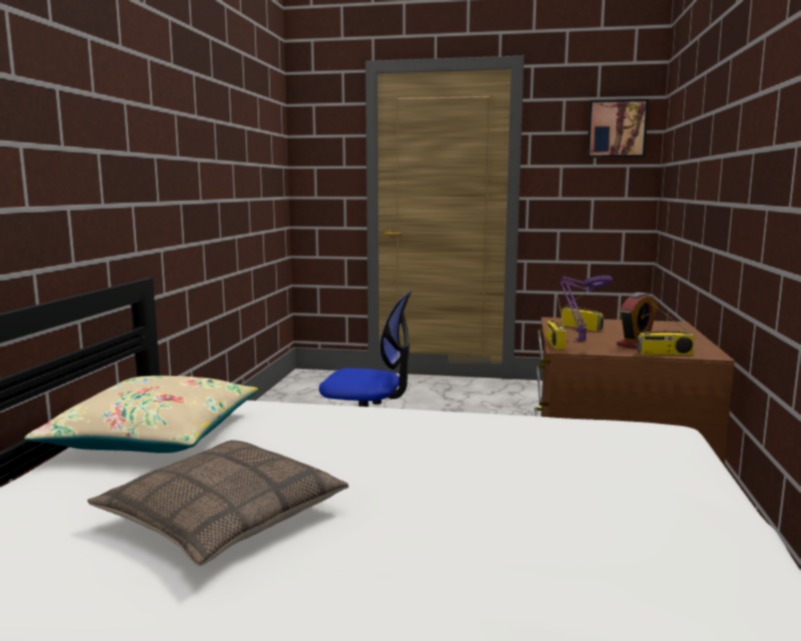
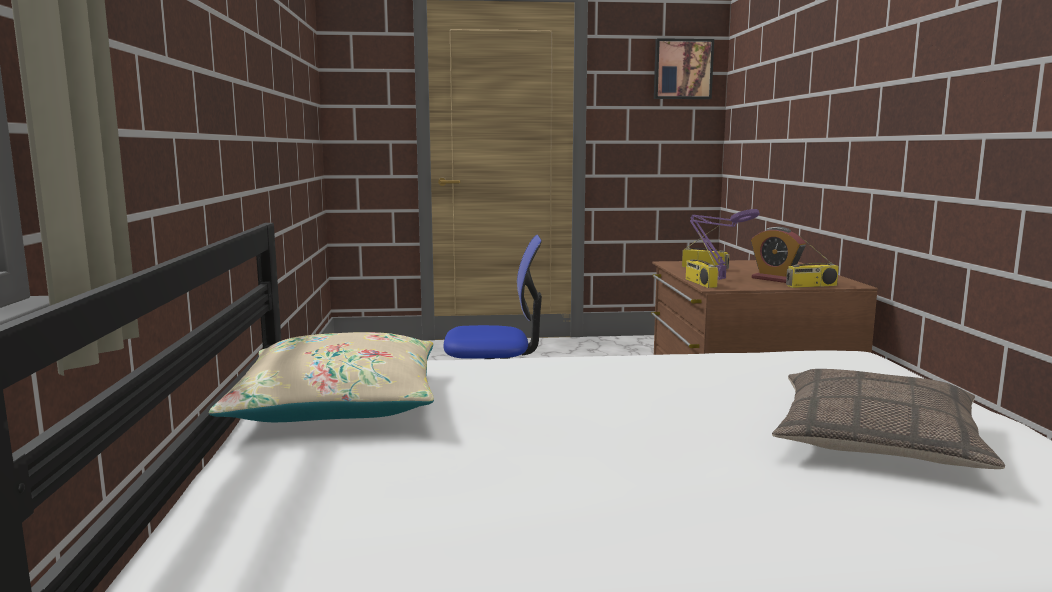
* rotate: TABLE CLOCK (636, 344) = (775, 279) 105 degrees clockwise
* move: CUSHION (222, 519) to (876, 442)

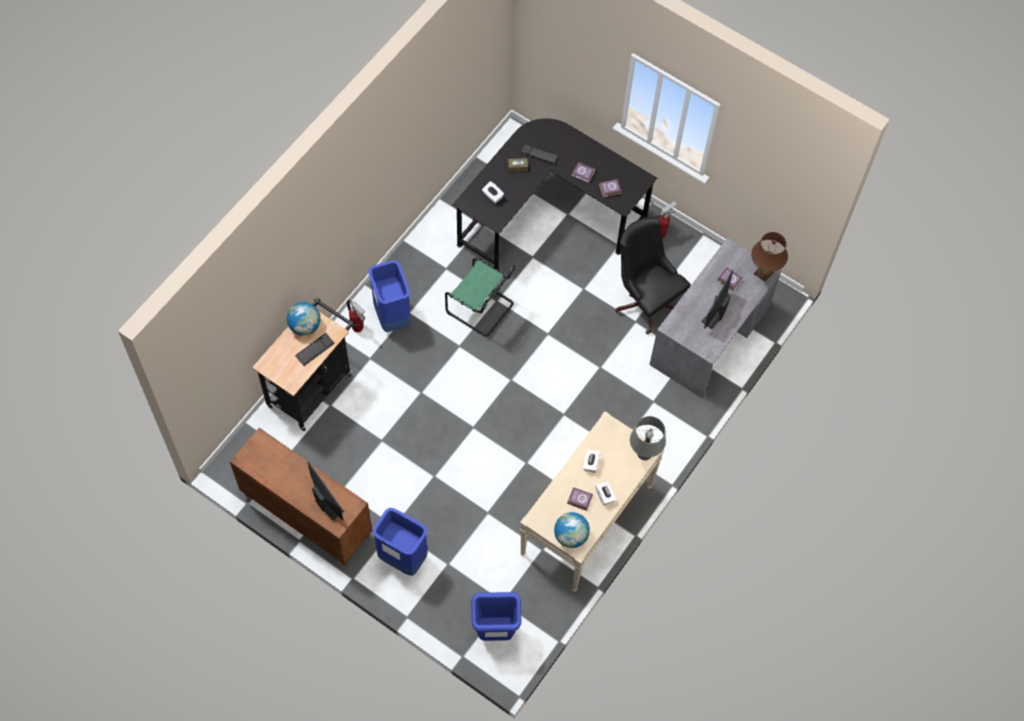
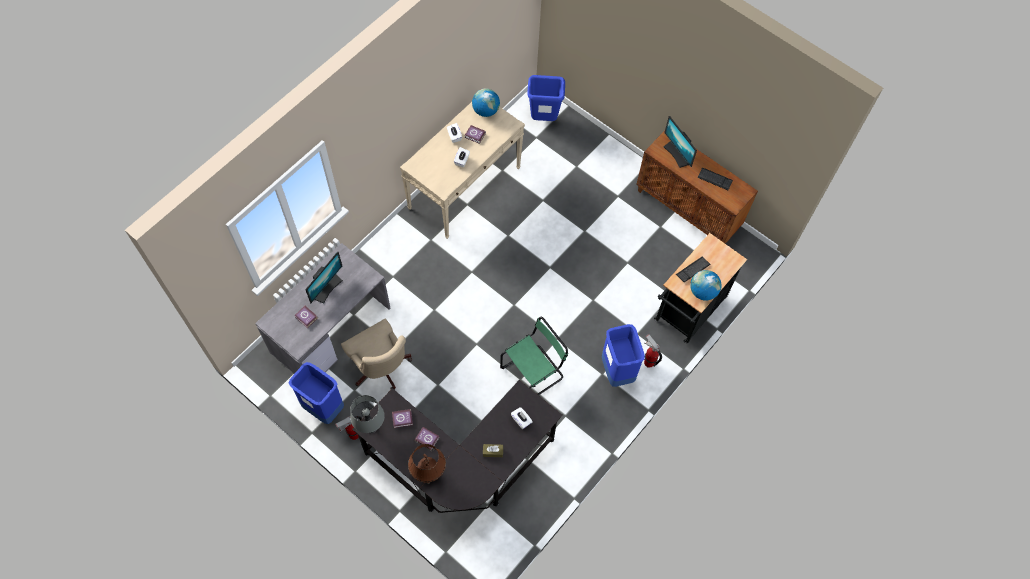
* move: BLUISH TRASH CAN (402, 558) to (323, 407)
* recolor: BLACK OFFICE CHAIR (645, 300) to SAND-COLOURED OFFICE CHAIR (381, 369)
* move: GREY TABLETOP LAMP (644, 453) to (370, 426)
* move: BROWN-COLOURED TABLETOP LAMP (763, 273) to (428, 474)
* rotate: GREEN-COLOURED UPRIGHT CHAIR (482, 309) = (534, 372) 105 degrees clockwise
* move: PC KEYBOARD (539, 154) to (715, 179)

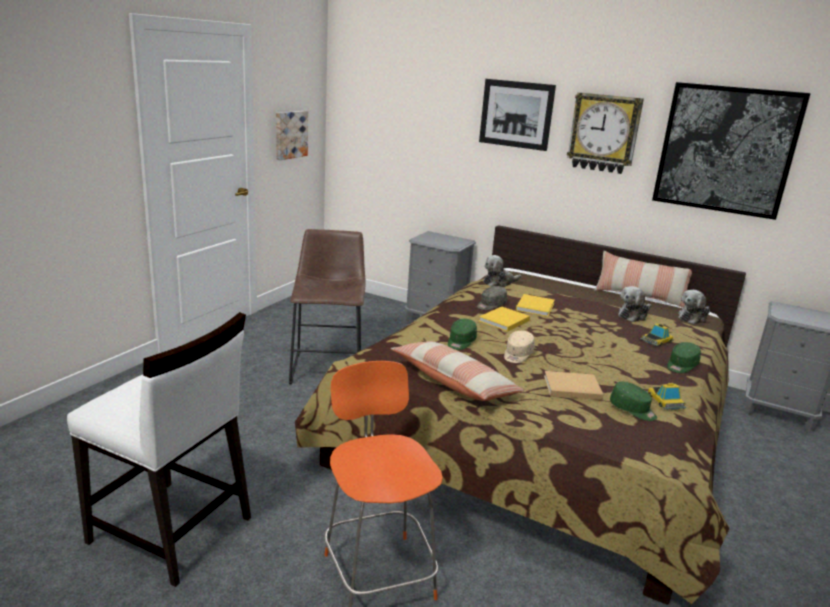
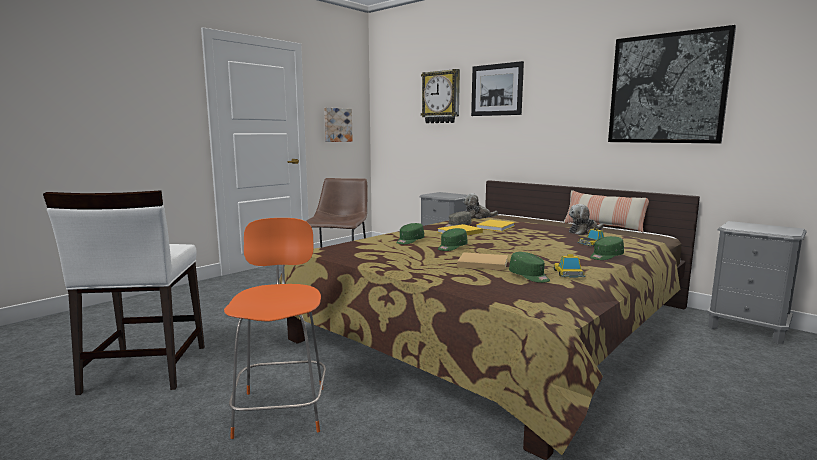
* rotate: WHITISH UPRIGHT CHAIR (171, 531) = (144, 369) 45 degrees clockwise
* move: HANGING CLOCK (604, 133) to (441, 97)
* recolor: SAND-COLOURED BASEBALL CAP (517, 355) to GREEN-COLOURED BASEBALL CAP (451, 247)
* delete: CUSHION (454, 382)
* delete: CUDDLY TOY (693, 318)

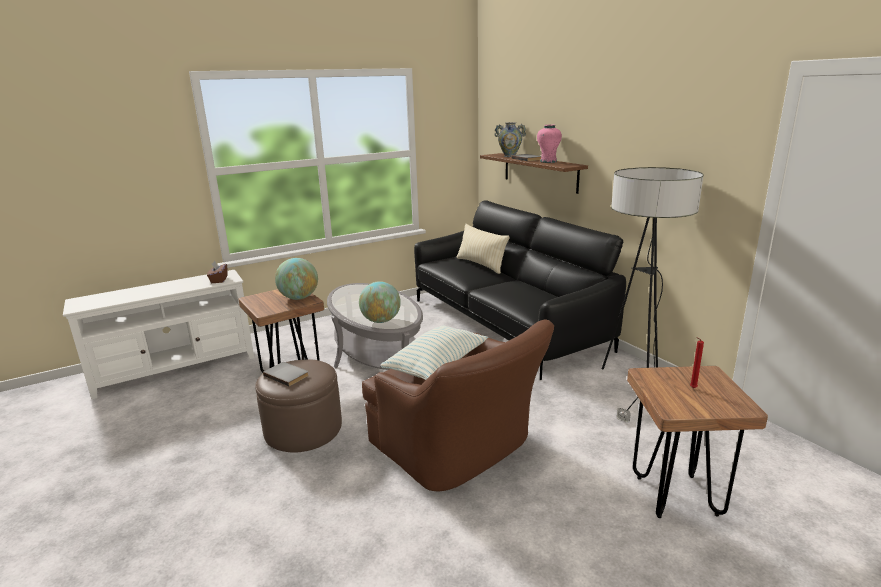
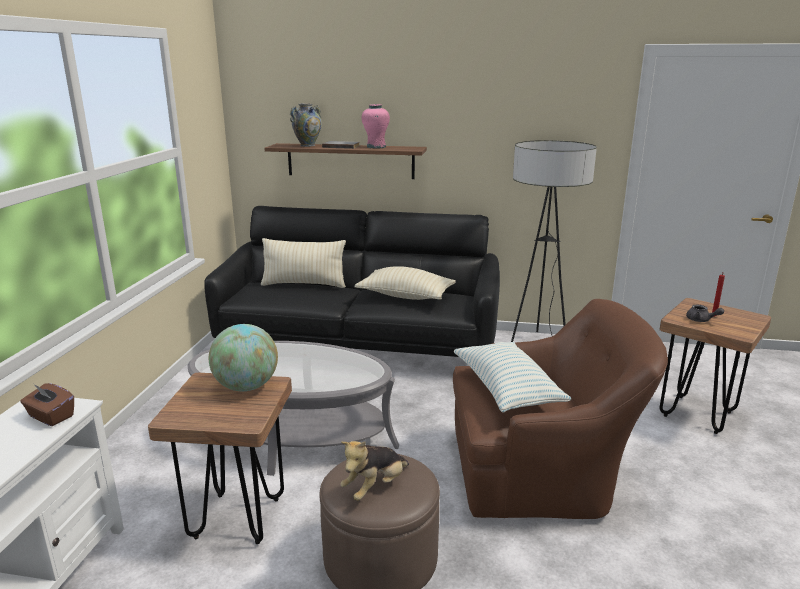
* replace: GREY VOLUME (287, 375) to CUDDLY TOY (375, 487)
* insert: SAND-COLOURED CUSHION (405, 296)
* insert: GREY TEAPOT (701, 320)
* delete: DESK GLOBE (381, 321)

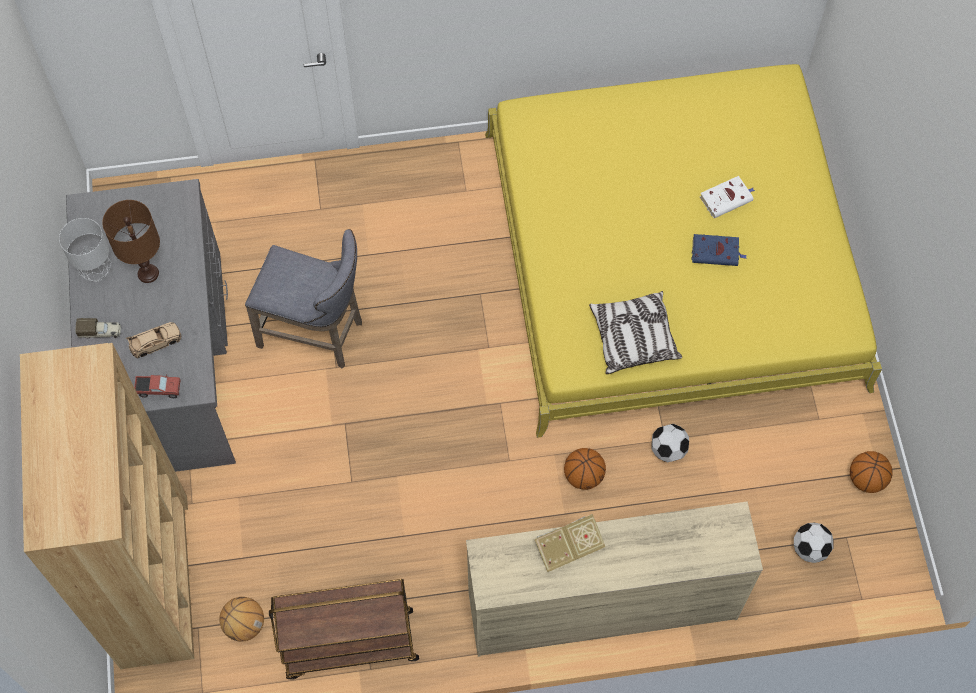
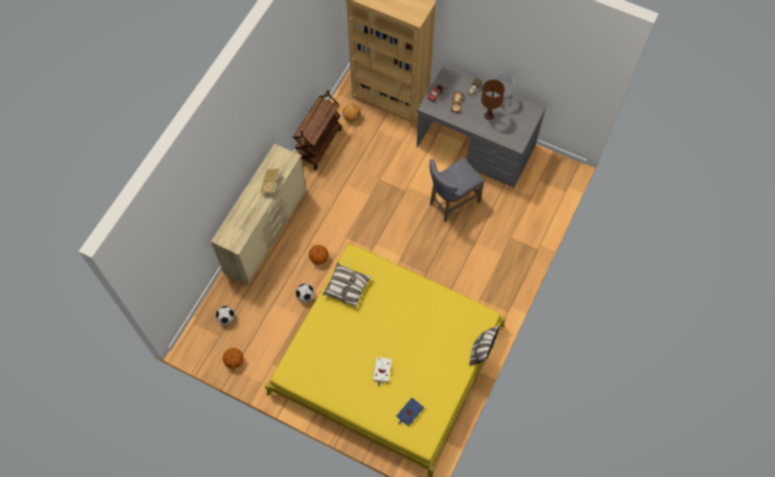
* move: BLUISH VOLUME (716, 252) to (409, 413)
* insert: CUSHION (481, 351)

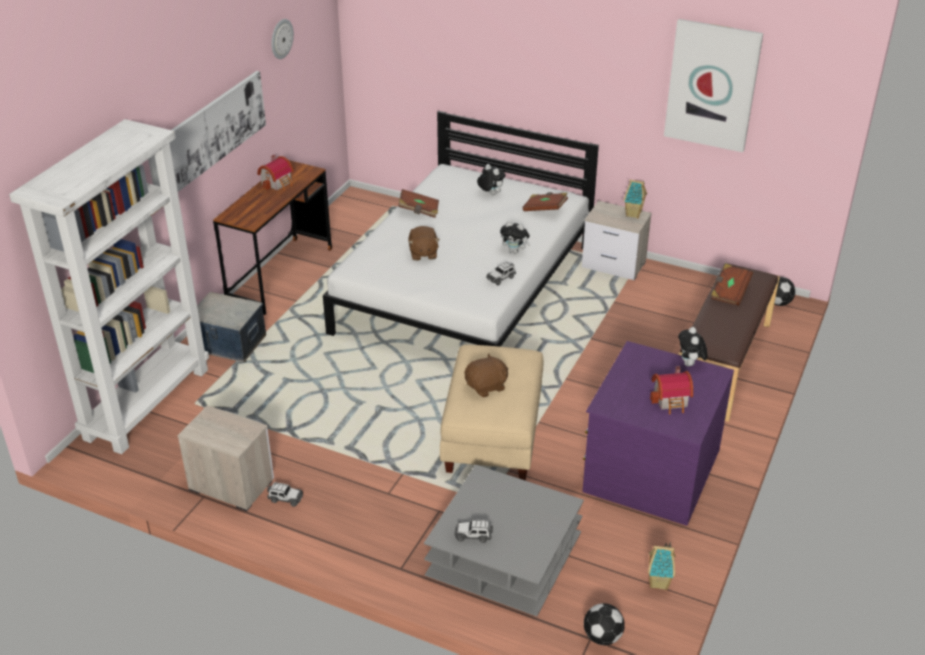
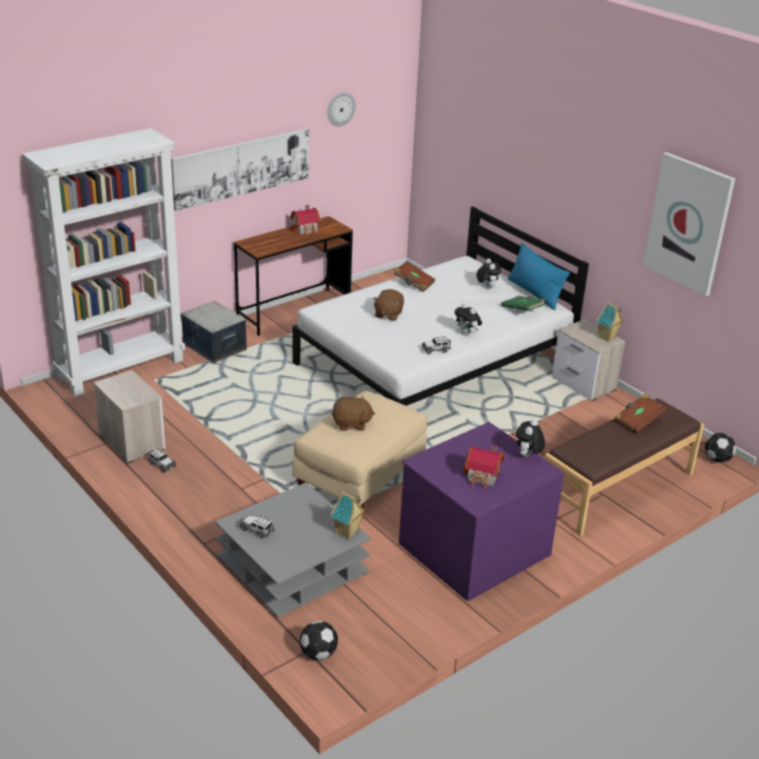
* move: MODEL HOUSE (659, 583) to (347, 533)
* recolor: BROWN-COLOURED VOLUME (545, 209) to GREEN-COLOURED VOLUME (522, 310)
* insert: BLUISH CUSHION (534, 293)

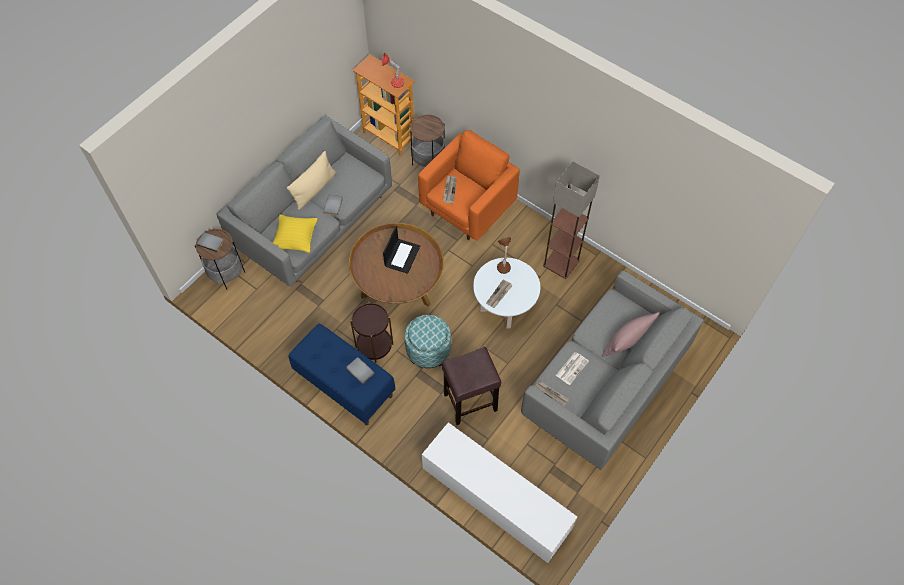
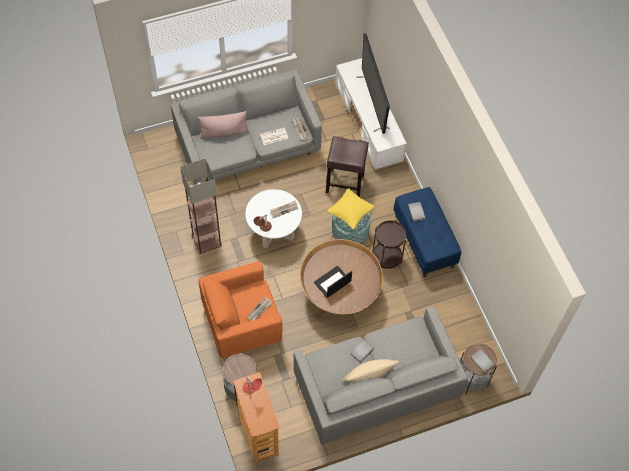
* move: YELLOW CUSHION (296, 239) to (350, 213)
* insert: TELEVISION (373, 102)

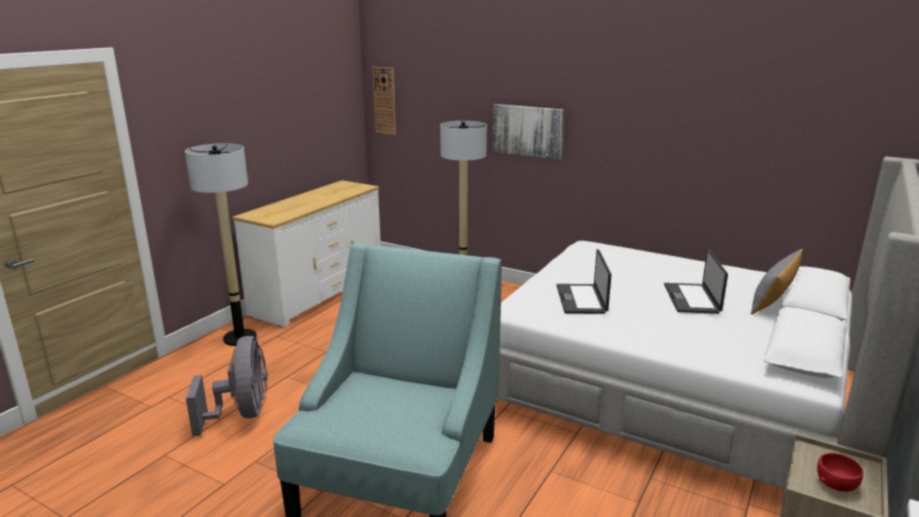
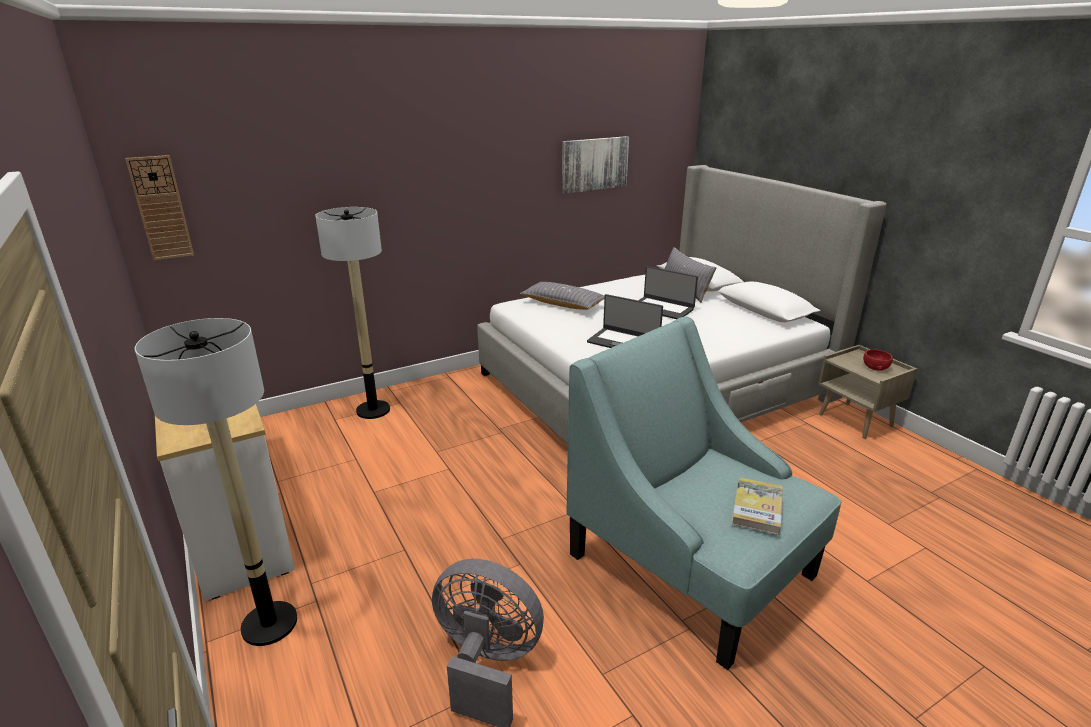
* insert: GREY CUSHION (563, 304)
* move: WALL ART (528, 131) to (594, 164)
* insert: VOLUME (757, 508)

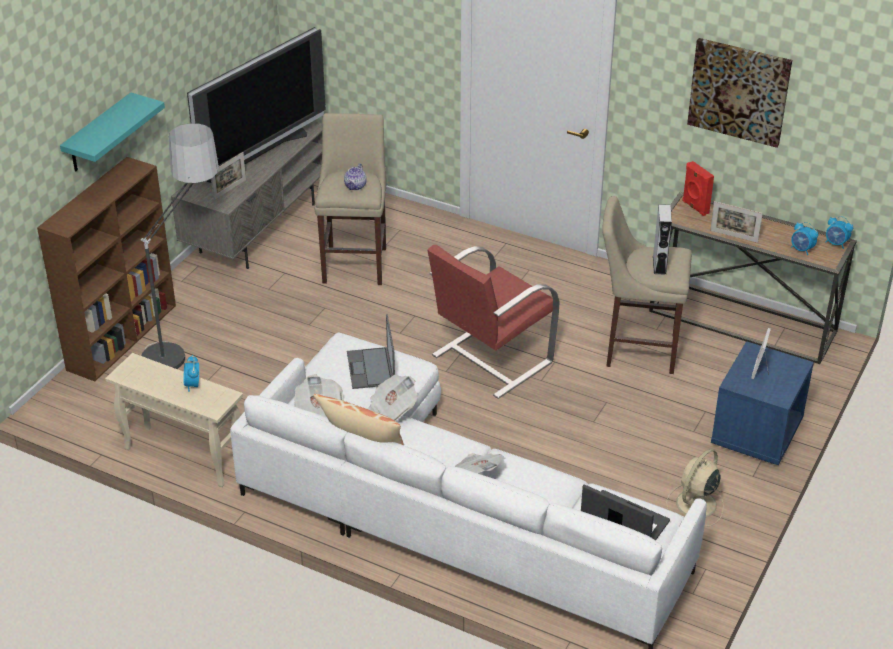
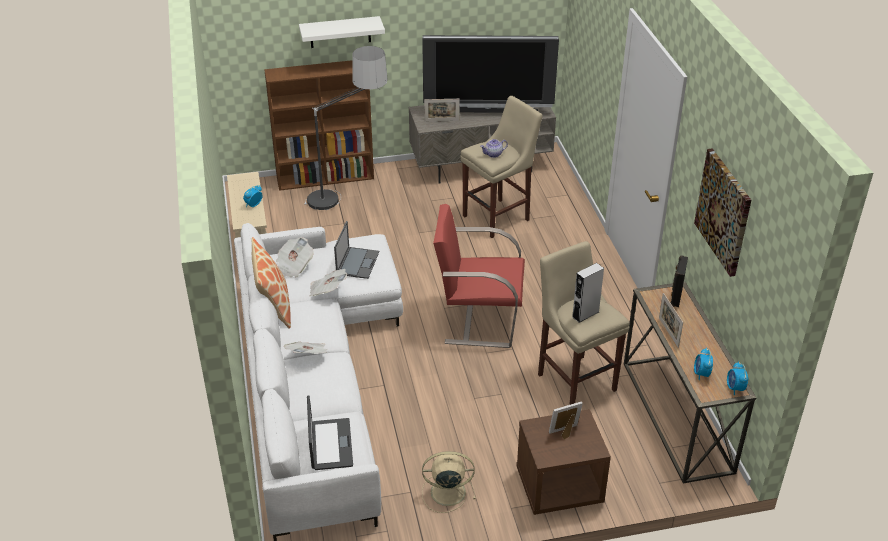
* recolor: TURQUOISE SHELF (98, 134) to WHITISH SHELF (340, 32)
* rotate: PORTABLE COMPUTER (371, 369) = (357, 262) 150 degrees clockwise
* recolor: BLUISH BEDSIDE TABLE (756, 434) to BROWN-COLOURED BEDSIDE TABLE (558, 487)
* recolor: REDDISH SPEAKER (694, 207) to BLACK SPEAKER (675, 297)

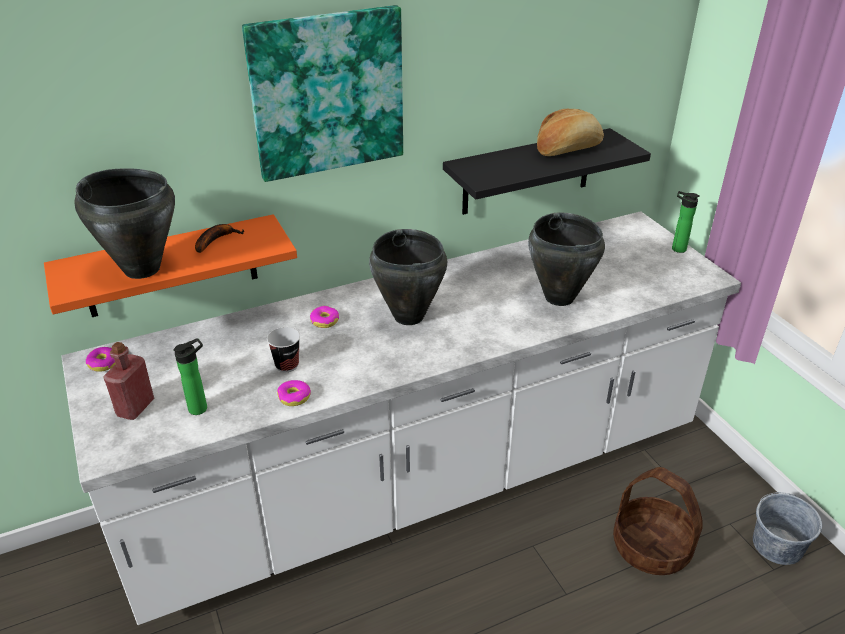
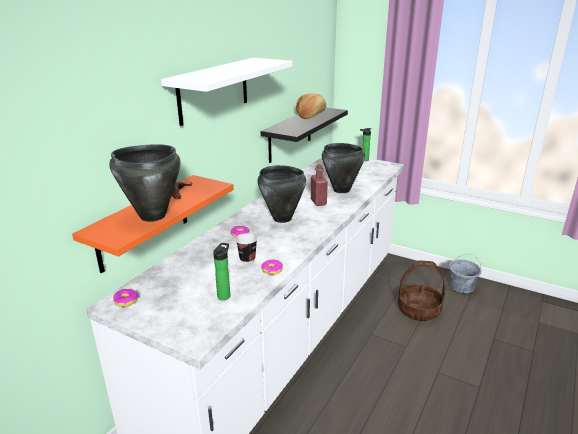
* replace: WALL ART (327, 93) to WHITISH SHELF (213, 90)
* move: REDDISH DRINK BOTTLE (135, 407) to (318, 202)

